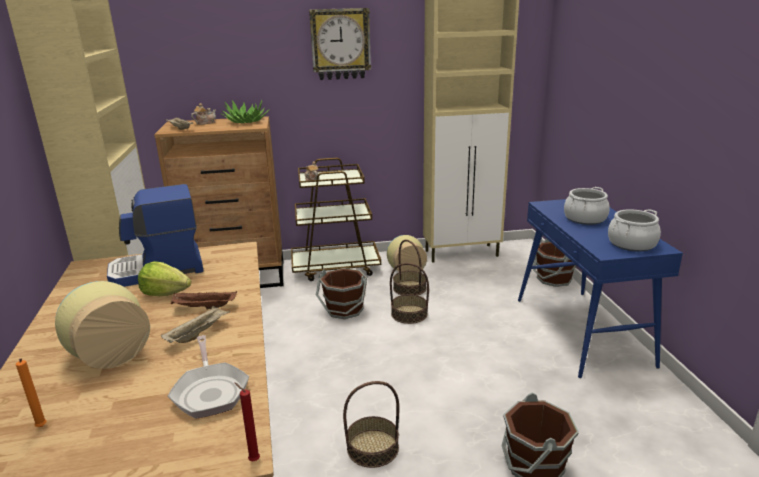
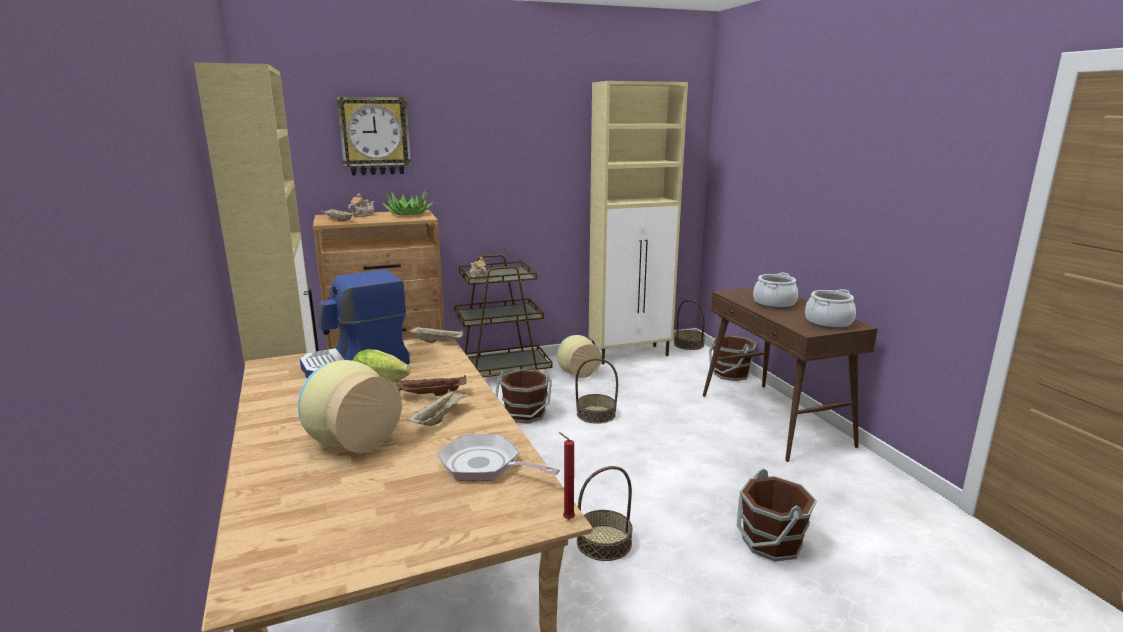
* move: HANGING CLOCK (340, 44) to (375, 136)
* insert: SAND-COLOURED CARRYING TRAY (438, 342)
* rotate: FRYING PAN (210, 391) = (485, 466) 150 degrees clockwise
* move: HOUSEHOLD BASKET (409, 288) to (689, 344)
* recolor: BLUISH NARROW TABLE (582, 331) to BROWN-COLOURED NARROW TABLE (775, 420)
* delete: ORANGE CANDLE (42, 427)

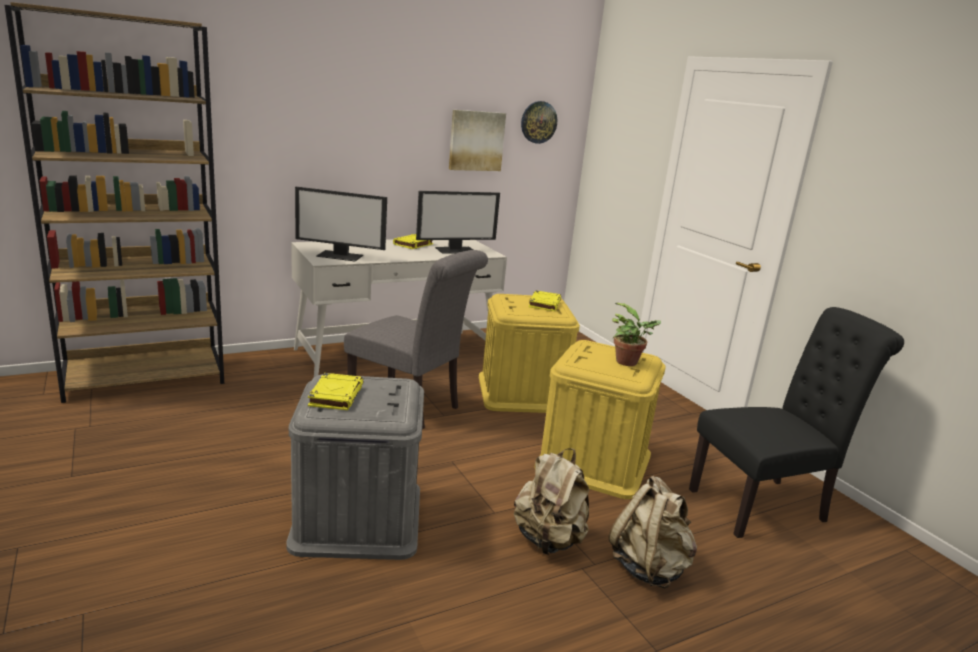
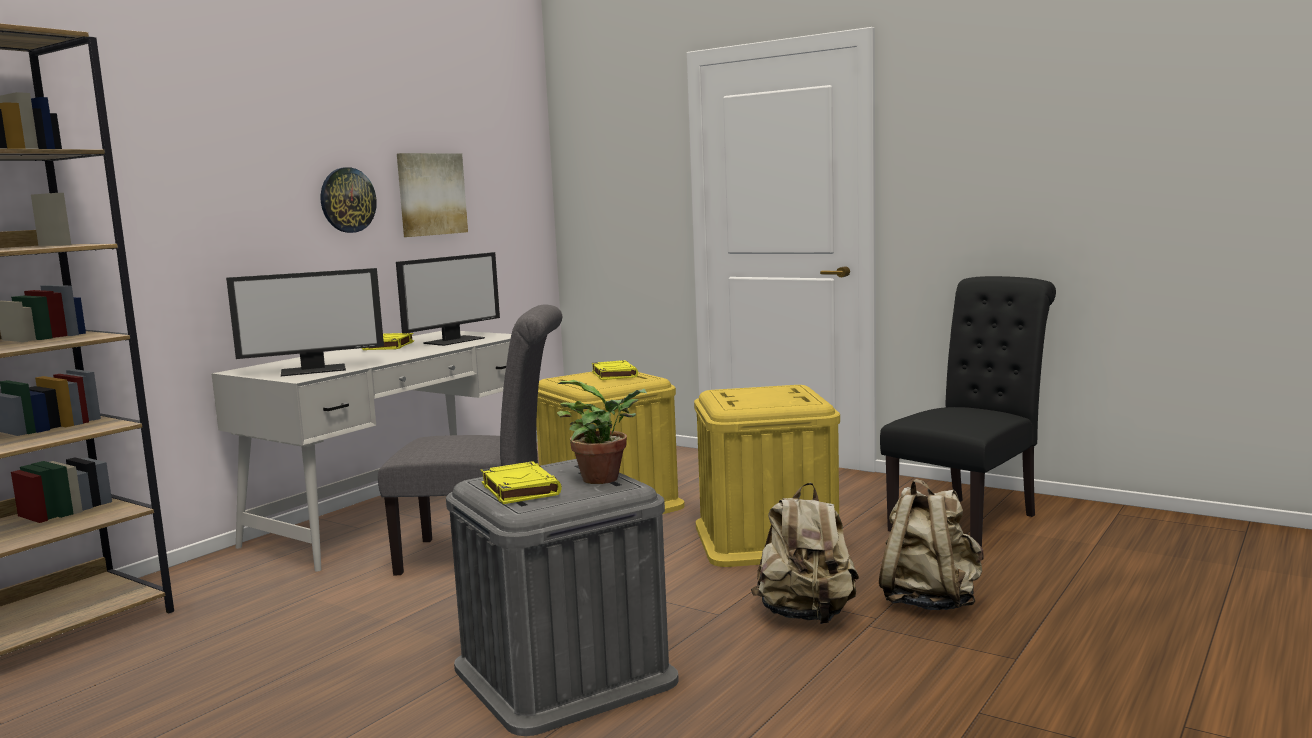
* move: HANGING CLOCK (538, 122) to (347, 200)
* move: PLANT IN A POT (629, 363) to (605, 478)

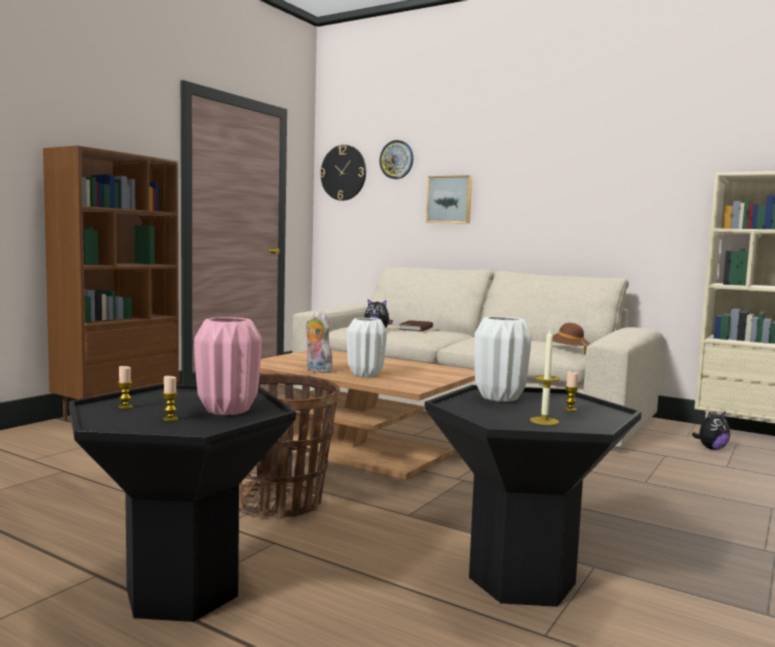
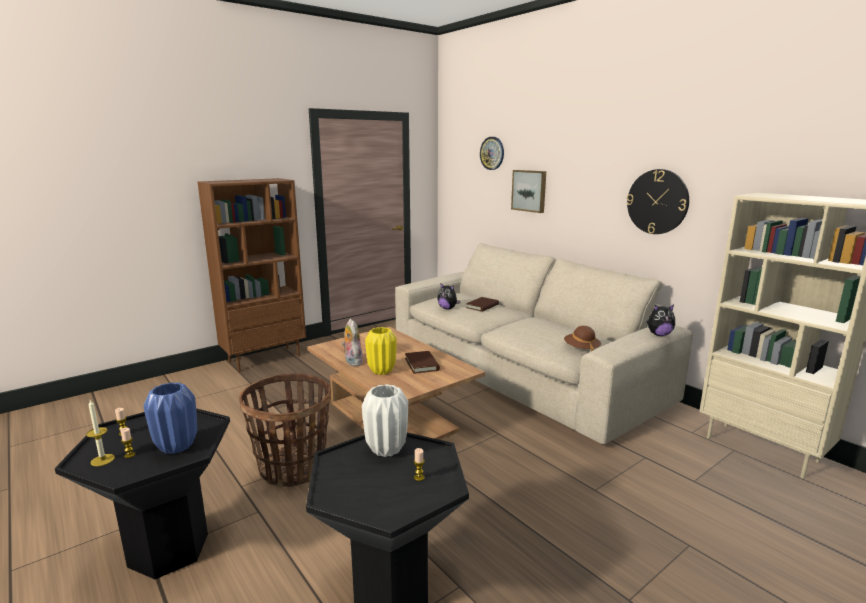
* move: CANDLE (544, 421) to (102, 460)
* recolor: PINK DECORATIVE VASE (227, 410) to BLUISH DECORATIVE VASE (176, 446)
* recolor: WHITISH DECORATIVE VASE (365, 375) to YELLOW DECORATIVE VASE (381, 371)
* insert: BROWN-COLOURED VOLUME (422, 364)
* move: HANGING CLOCK (343, 173) to (657, 202)
* move: CUDDLY TOY (711, 448) to (659, 335)

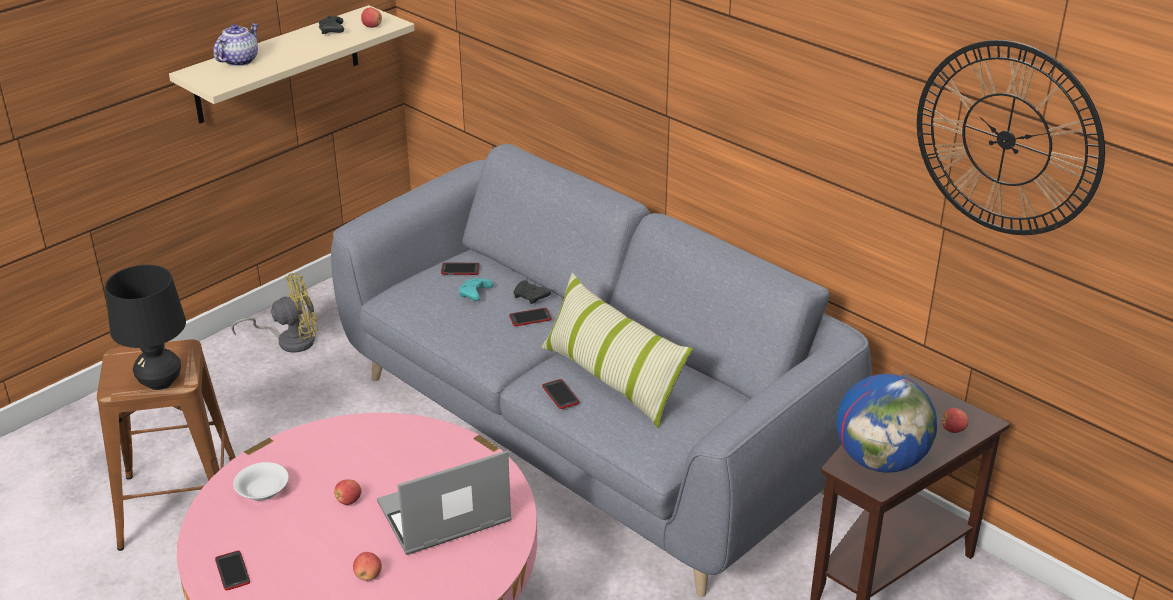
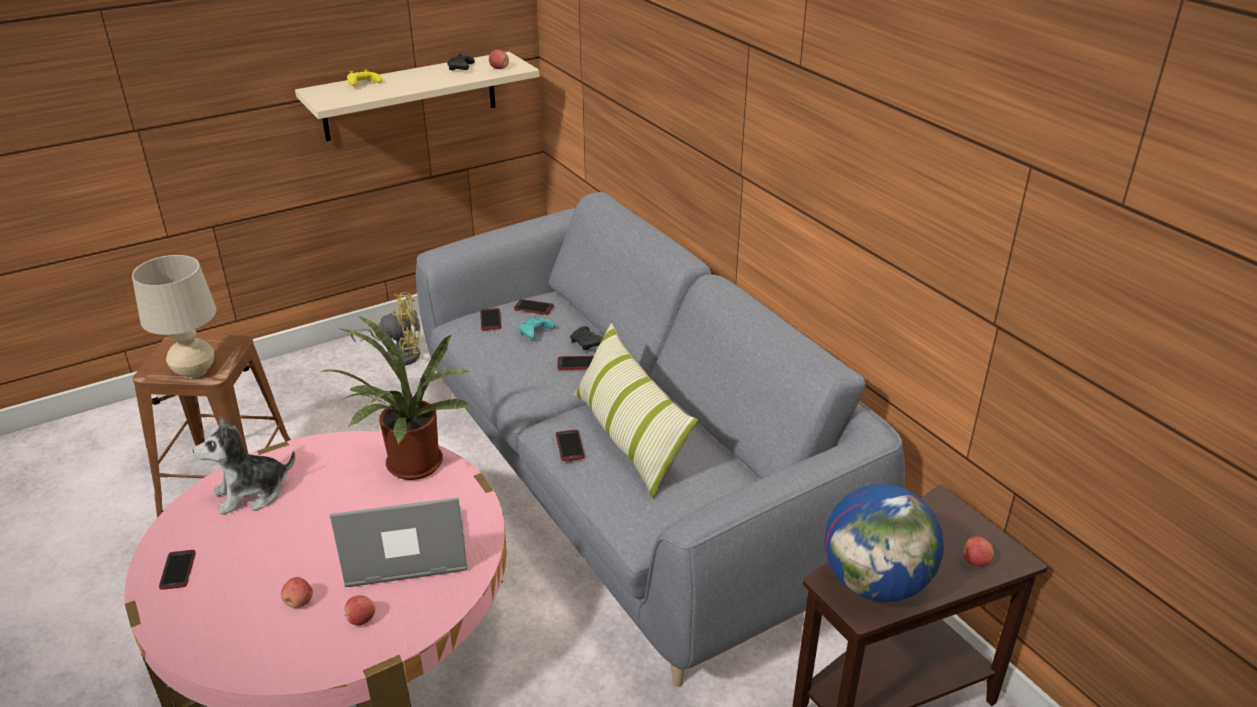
* recolor: BLACK TABLETOP LAMP (160, 382) to SAND-COLOURED TABLETOP LAMP (194, 371)
* replace: WHITISH DEEP DISH (263, 491) to CUDDLY TOY (251, 493)
* insert: PLANT IN A POT (411, 468)
* move: APPLE (348, 501) to (361, 619)
* replace: TEAPOT (240, 60) to YELLOW GAMEPAD (362, 85)
* insert: HANDSET (490, 320)
* delete: HANGING CLOCK (1006, 139)

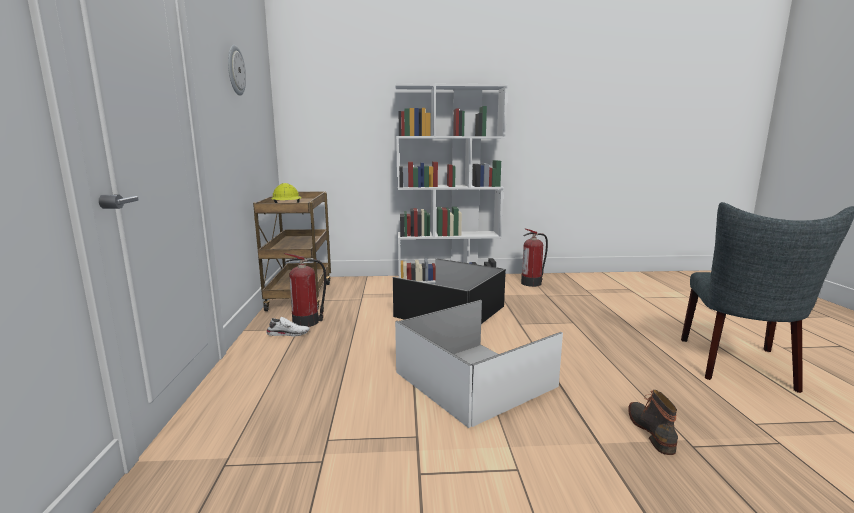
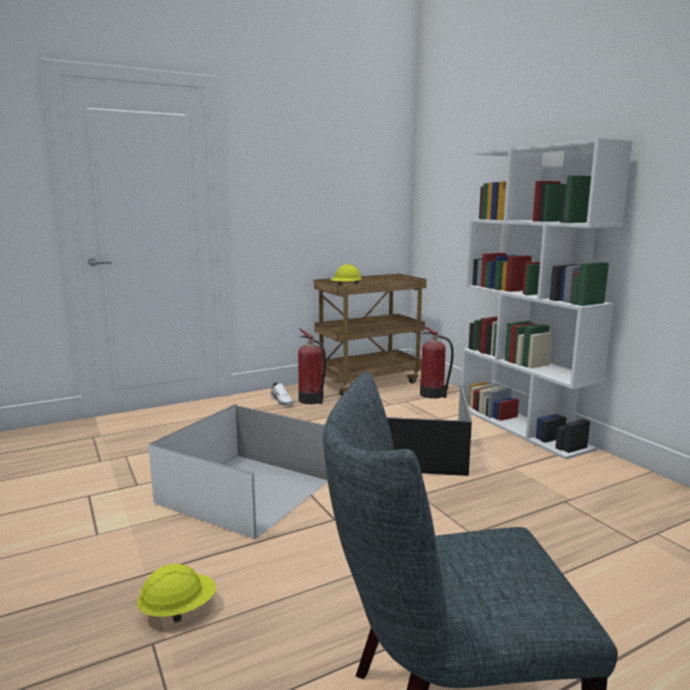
* replace: TALL BOOT (652, 431) to YELLOW WORK HELMET (178, 611)
* move: EXTINGUISHER (532, 283) to (433, 394)
* delete: HANGING CLOCK (235, 70)

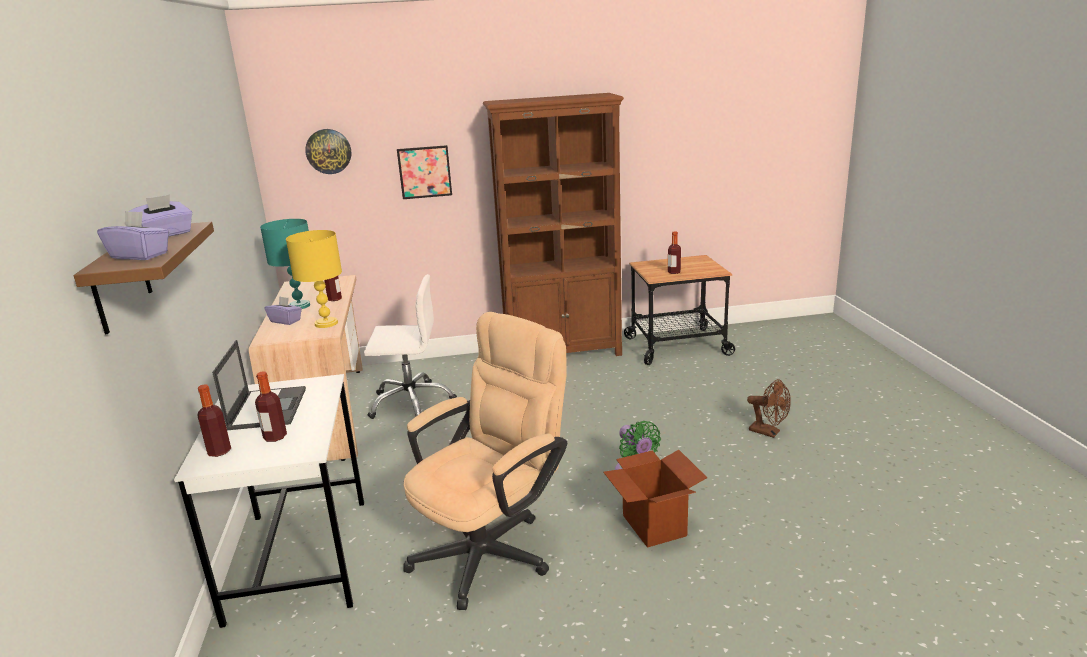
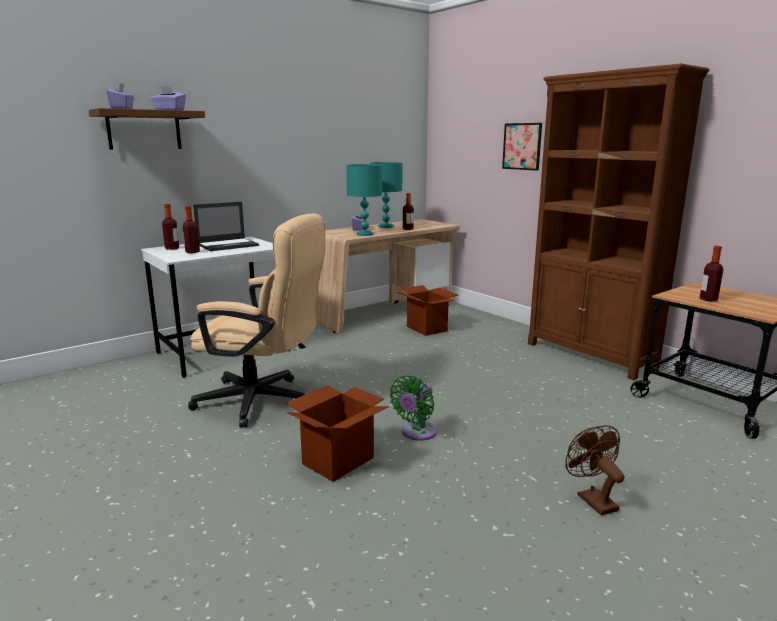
* recolor: YELLOW TABLETOP LAMP (326, 323) to TURQUOISE TABLETOP LAMP (364, 234)
* replace: WHITISH OFFICE CHAIR (411, 402) to PACKING BOX (427, 329)
* rotate: BROWN-COLOURED ELECTRIC FAN (769, 432) = (592, 499) 150 degrees clockwise
* delete: HANGING CLOCK (328, 151)

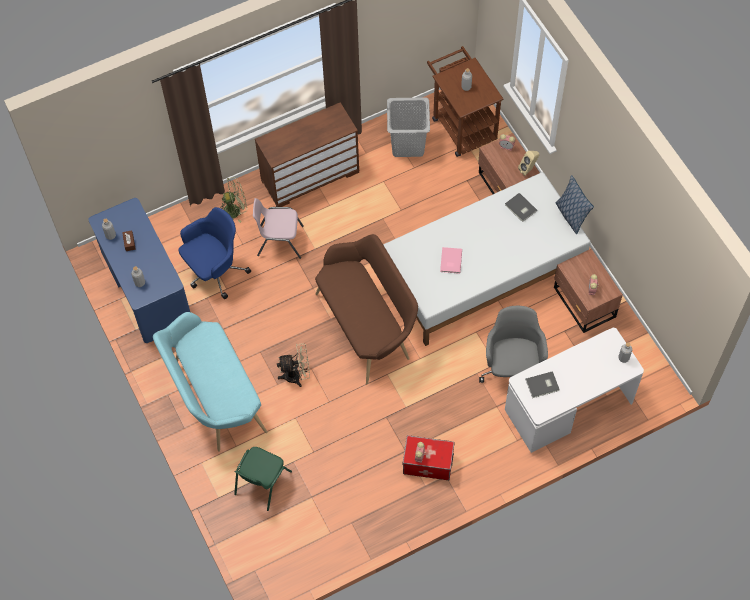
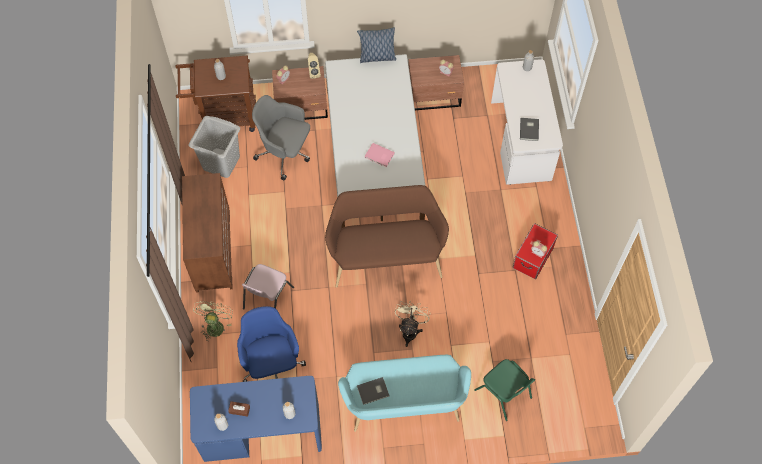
* move: GREY OFFICE CHAIR (512, 369) to (285, 153)
* move: GREY VOLUME (520, 208) to (373, 391)

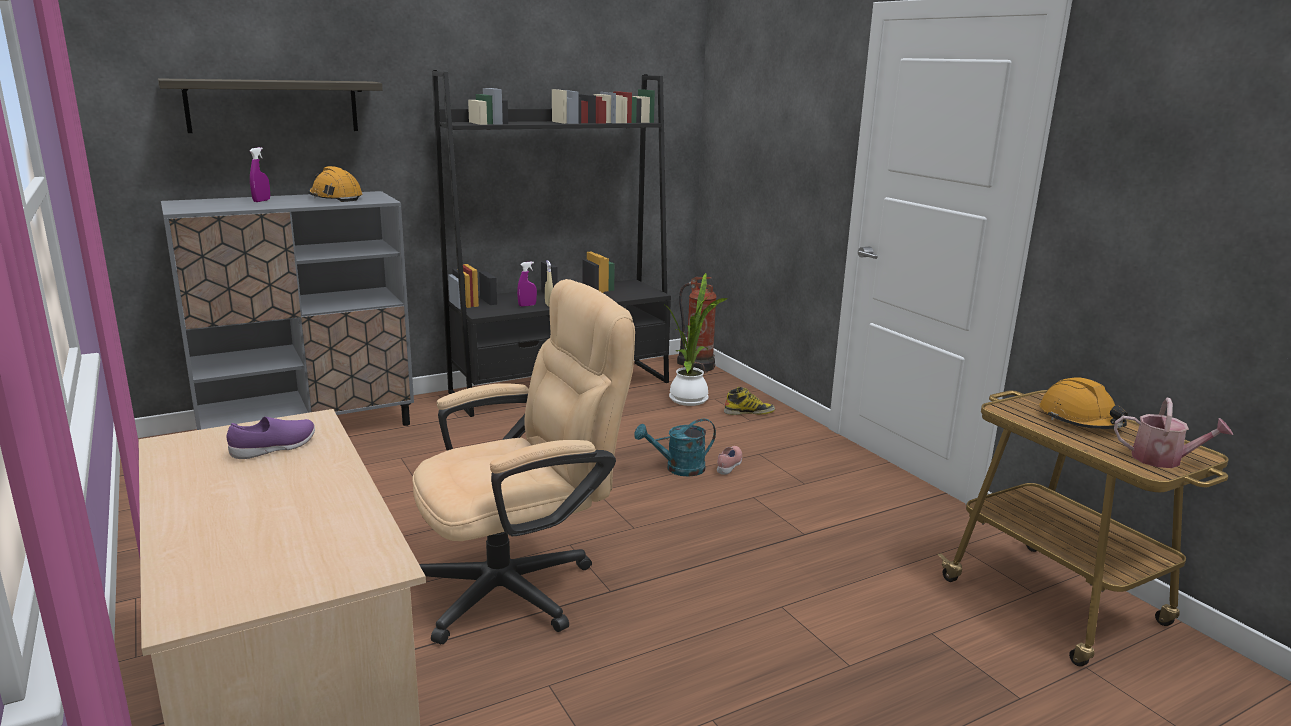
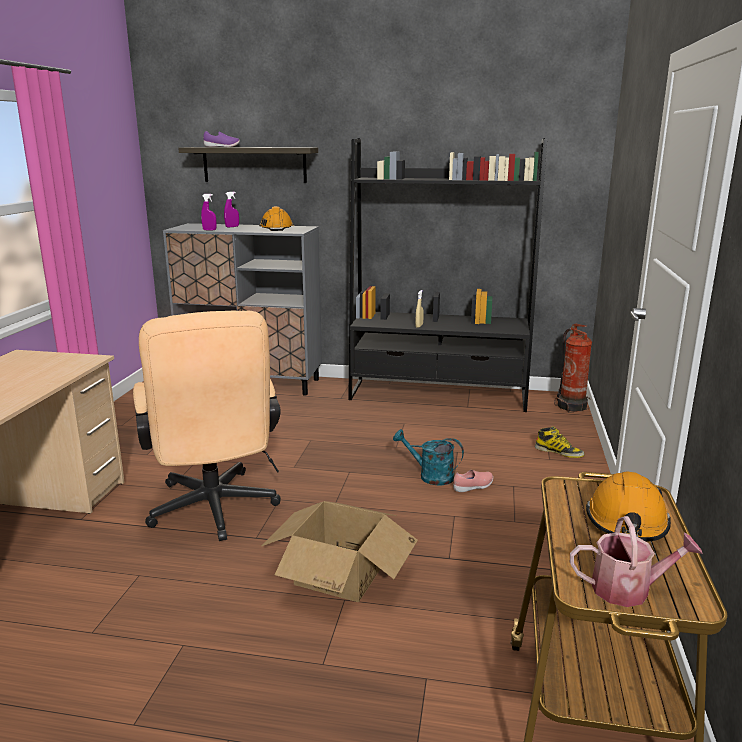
* rotate: SAND-COLOURED OFFICE CHAIR (520, 586) = (214, 512) 60 degrees clockwise
* move: PURPLE HAND SPRAYER (527, 305) to (209, 230)
* move: PURPLE ITEM OF FOOTWEAR (274, 449) to (222, 147)
* insert: PACKING BOX (341, 573)
* rotate: WATERING POT (1163, 460) = (628, 589) 60 degrees counterclockwise
* delete: PLANT IN A POT (690, 398)

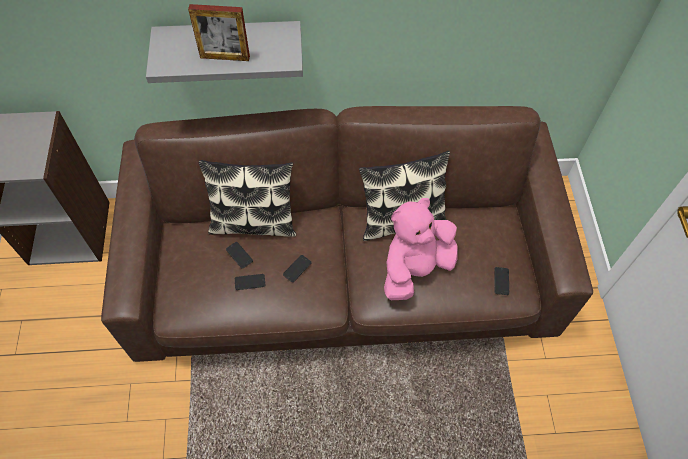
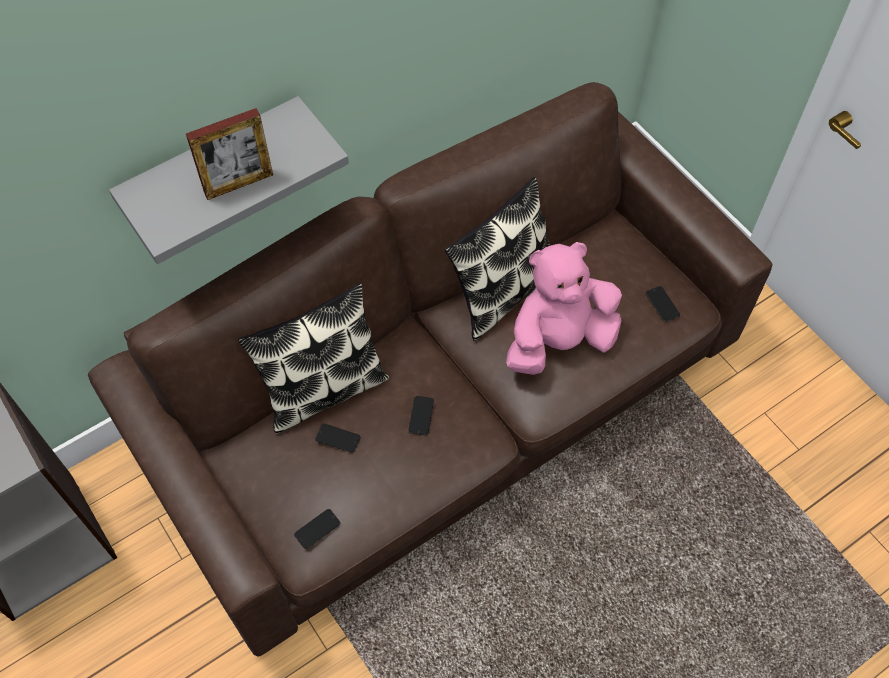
* move: HANDSET (250, 282) to (317, 529)
* rotate: PINK CUDDLY TOY (415, 268) = (559, 341) 45 degrees clockwise

